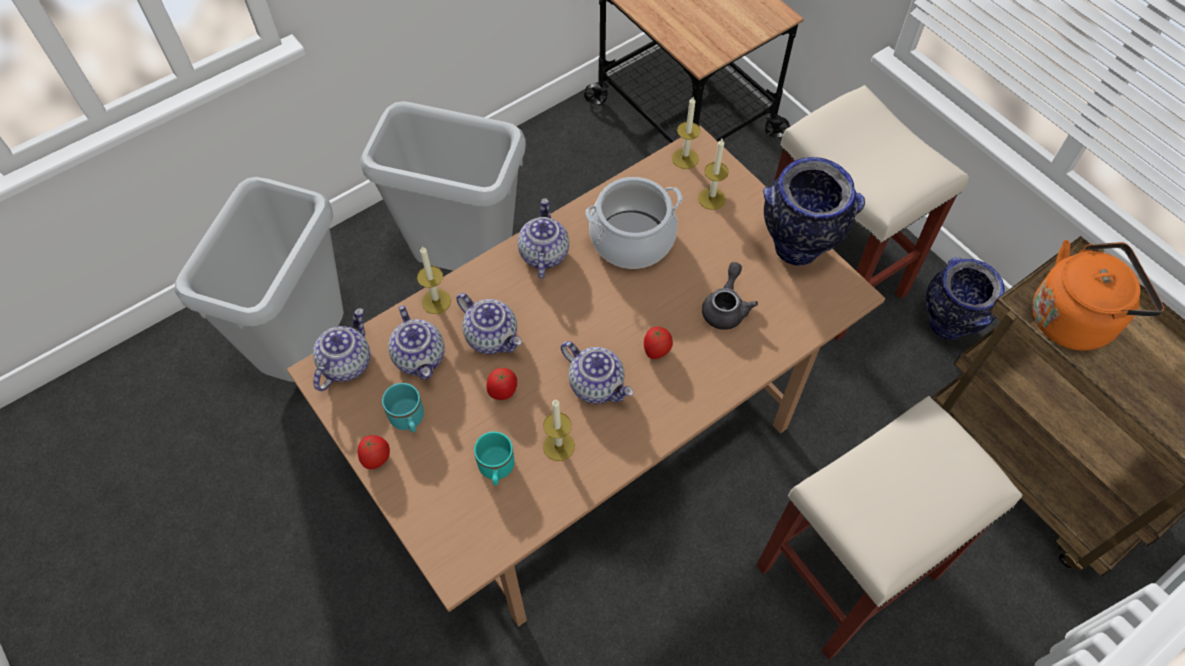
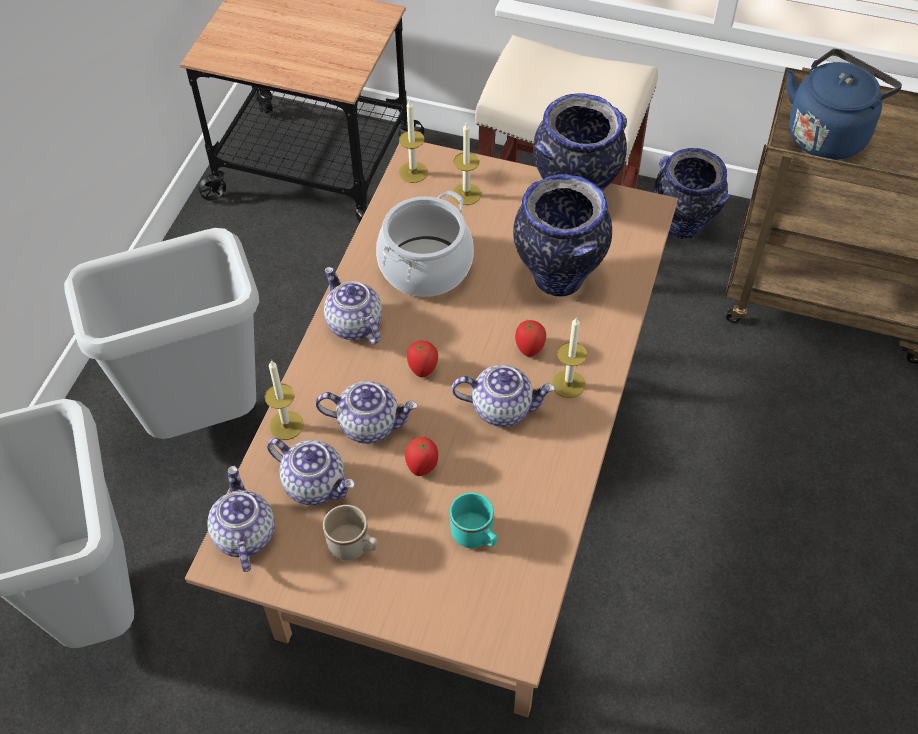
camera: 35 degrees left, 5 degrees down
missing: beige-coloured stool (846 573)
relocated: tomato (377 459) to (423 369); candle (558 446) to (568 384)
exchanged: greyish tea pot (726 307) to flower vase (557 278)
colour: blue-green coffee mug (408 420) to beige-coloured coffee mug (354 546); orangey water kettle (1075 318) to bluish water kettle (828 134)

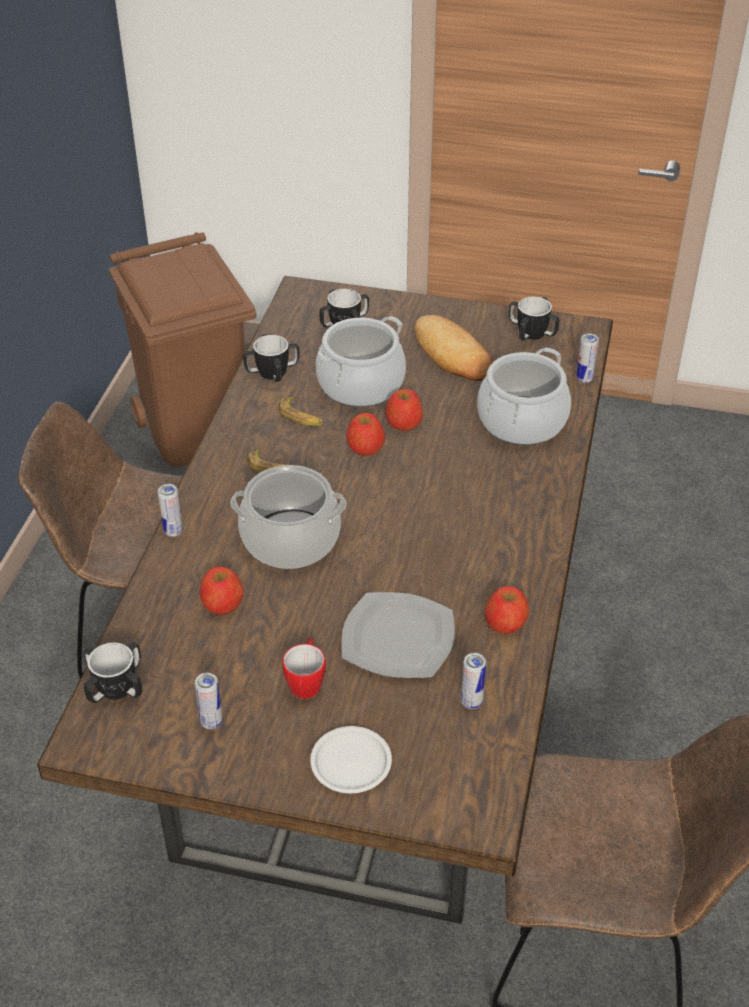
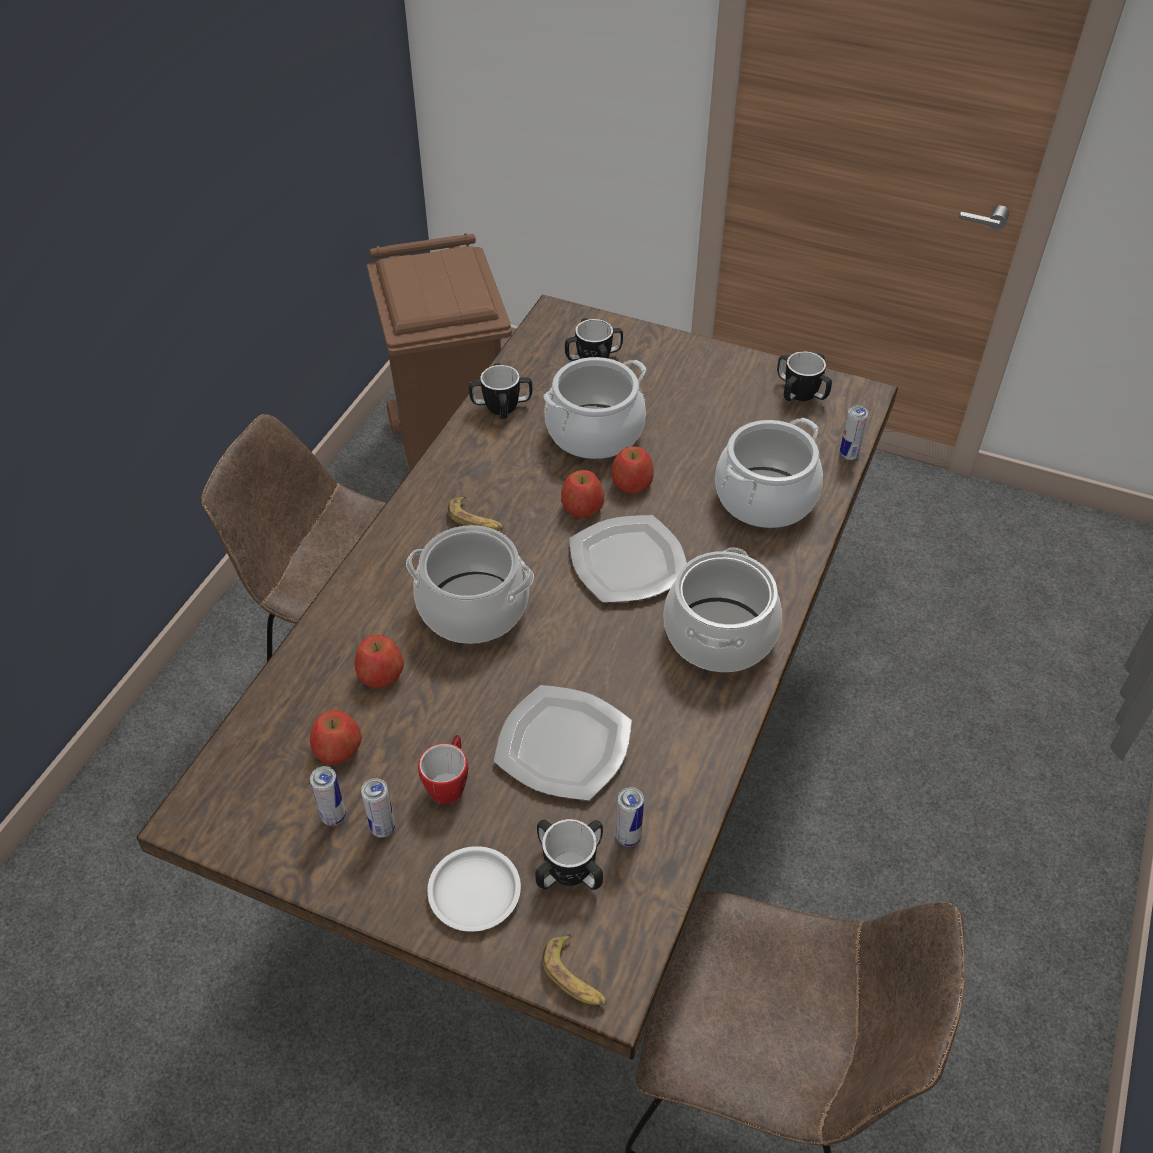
camera: 10 degrees right, 5 degrees up
missing: baked bread (452 354)
appeared: flat dish (627 563); cooking pot (719 634)
relocated: coffee mug (116 687) to (569 868); can (173 531) to (383 828); banana (301 417) to (575 977); whole apple (505 622) to (337 749)

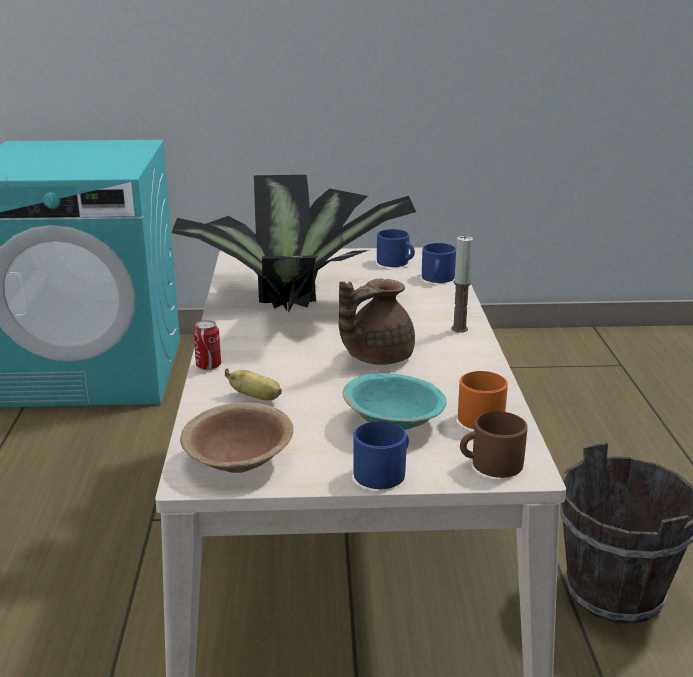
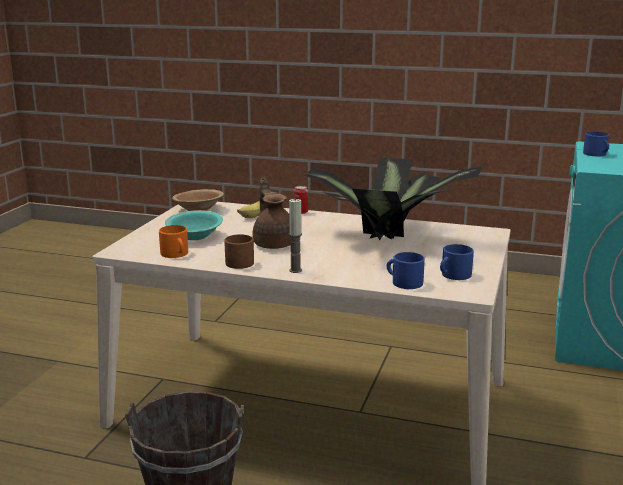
camera: 110 degrees right, 5 degrees down
relocated: bluish coffee mug (384 472) to (596 154); brown-coloured coffee mug (490 464) to (241 262)

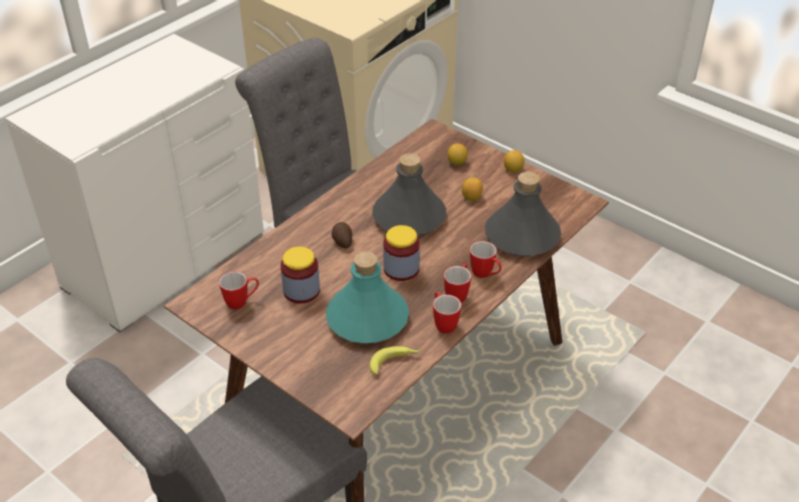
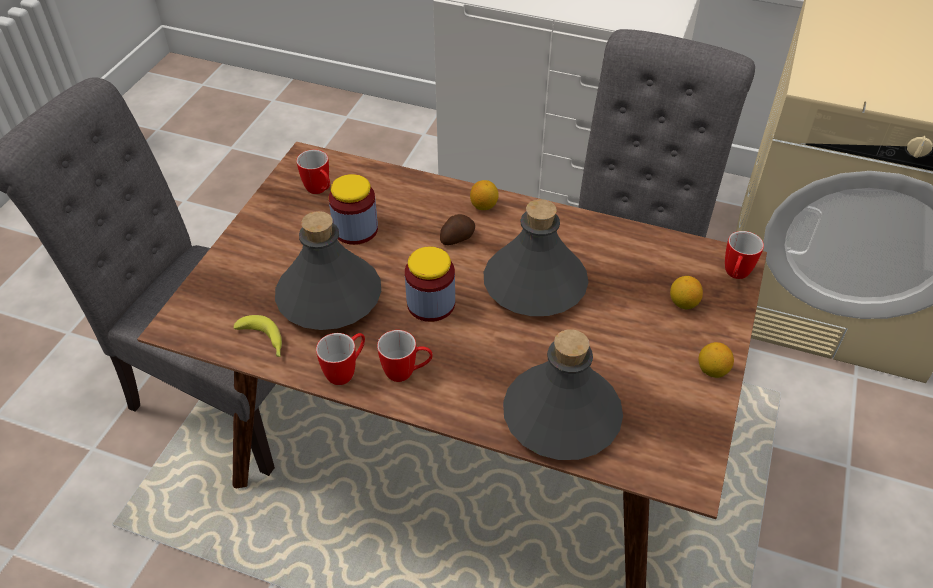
camera: 70 degrees right, 5 degrees up
relocated: citrus fruit (471 197) to (484 206); coffee mug (485 275) to (735 276)
colour: blue-green bottle (366 318) to greyish bottle (329 297)

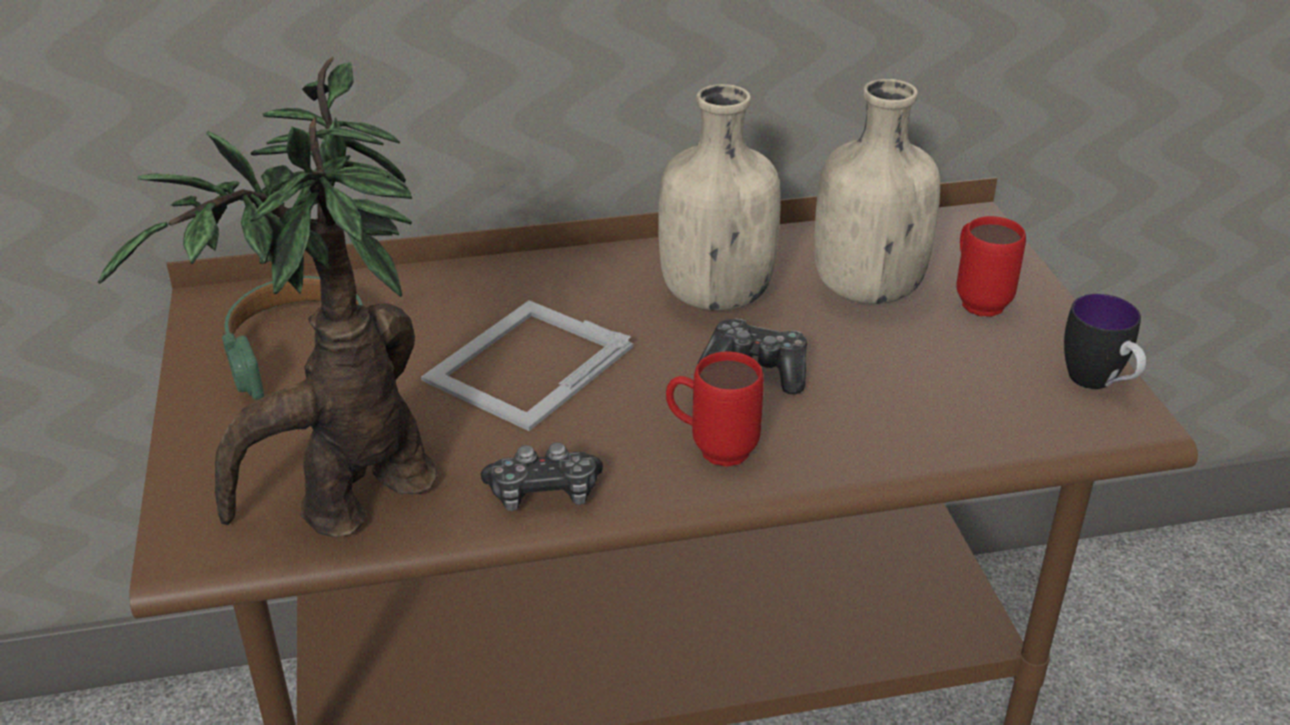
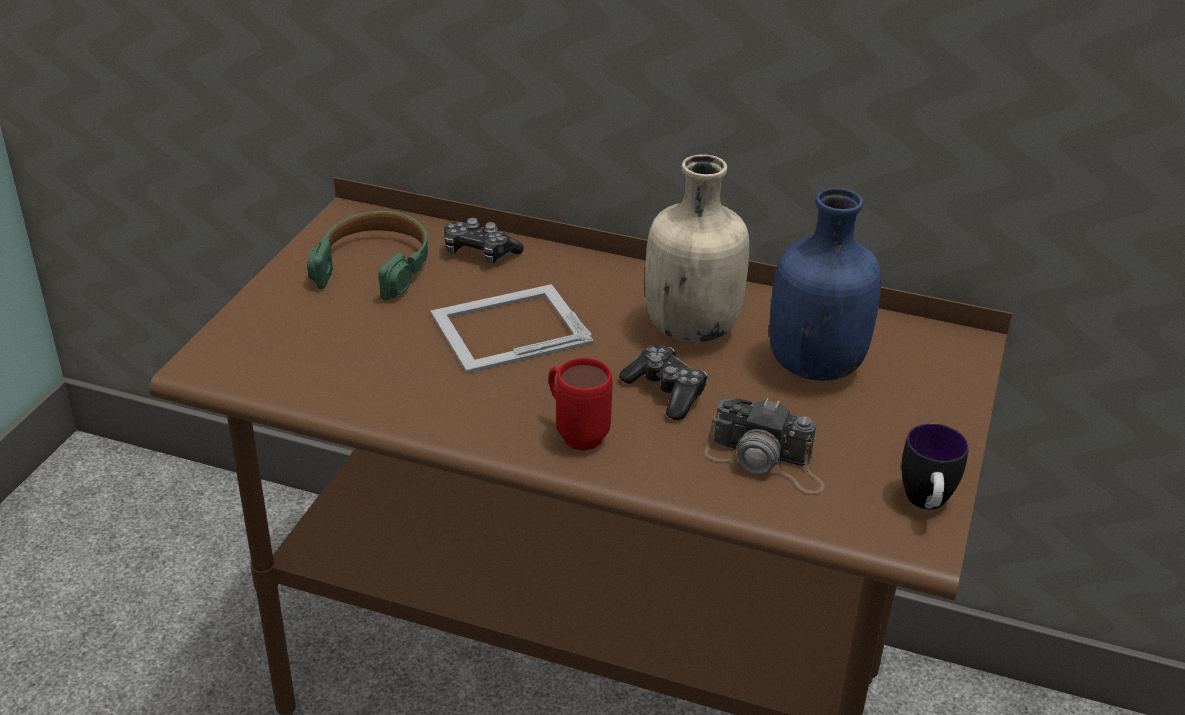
camera: 30 degrees right, 0 degrees up
missing: houseplant (347 502); reddish coffee mug (976 299)
appeared: photo camera (766 461)
relocated: game controller (544 492) to (479 253)
colour: beige-coloured bottle (865 289) to bluish bottle (814 364)

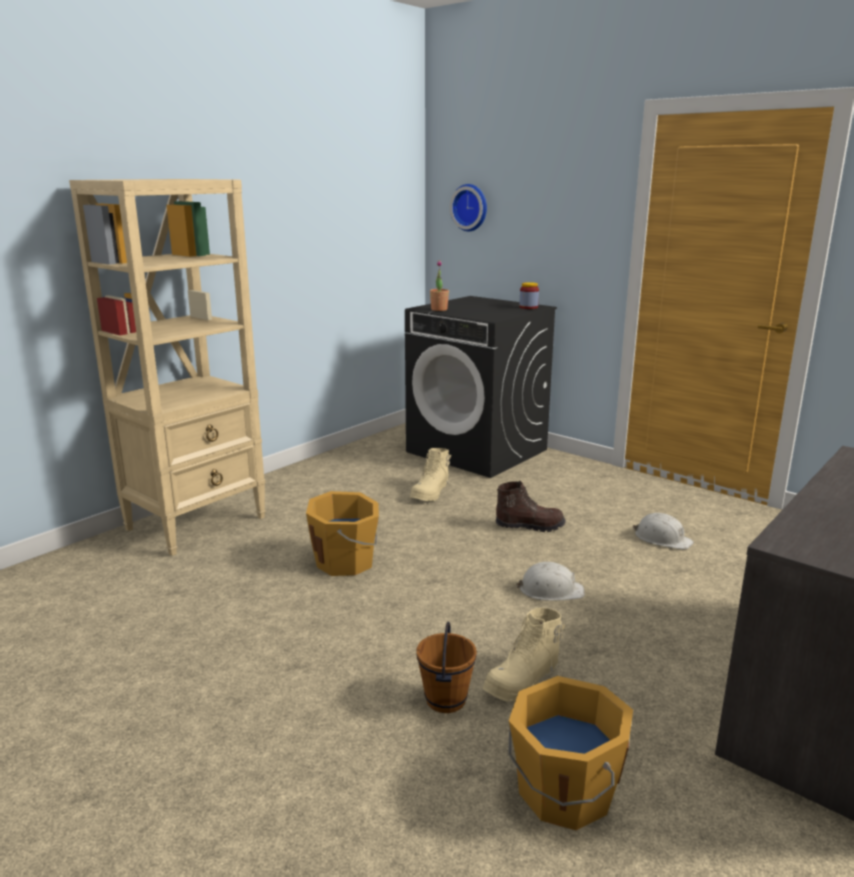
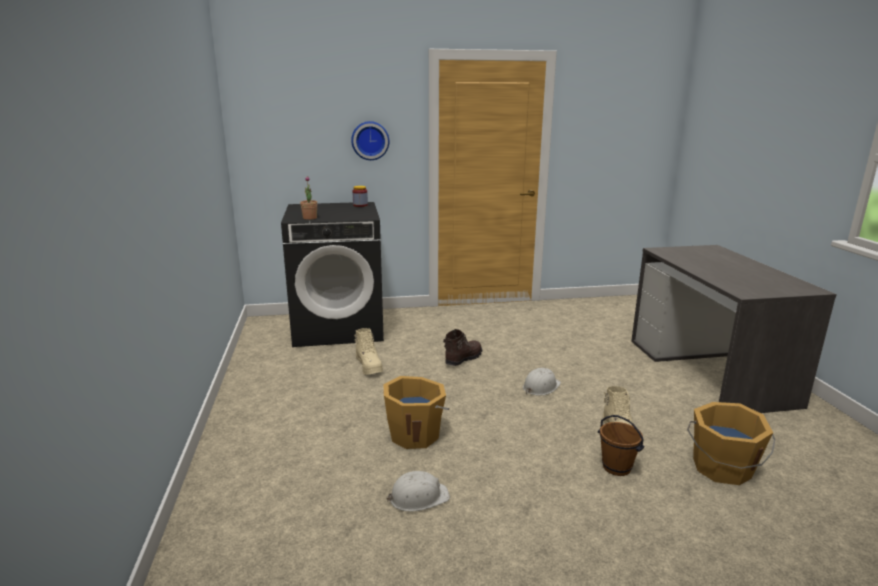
camera: 50 degrees left, 0 degrees up
missing: beige-coloured bookshelf (197 523)
relocated: wall clock (470 207) to (370 140); white work helmet (662 539) to (418 497)

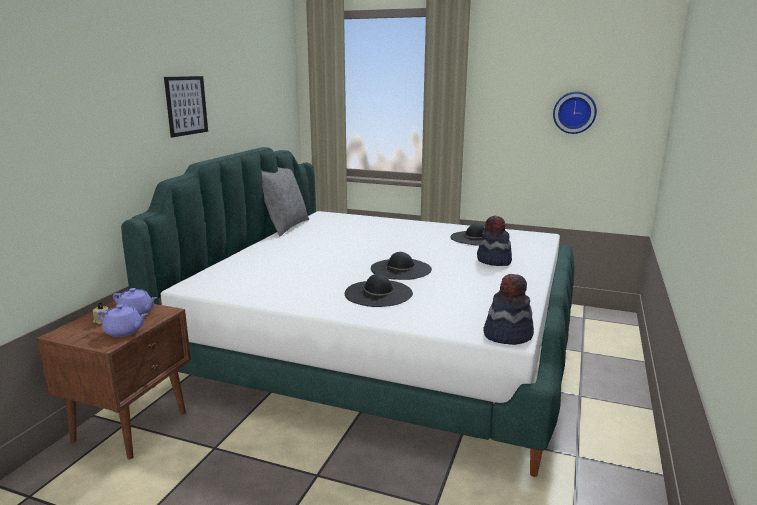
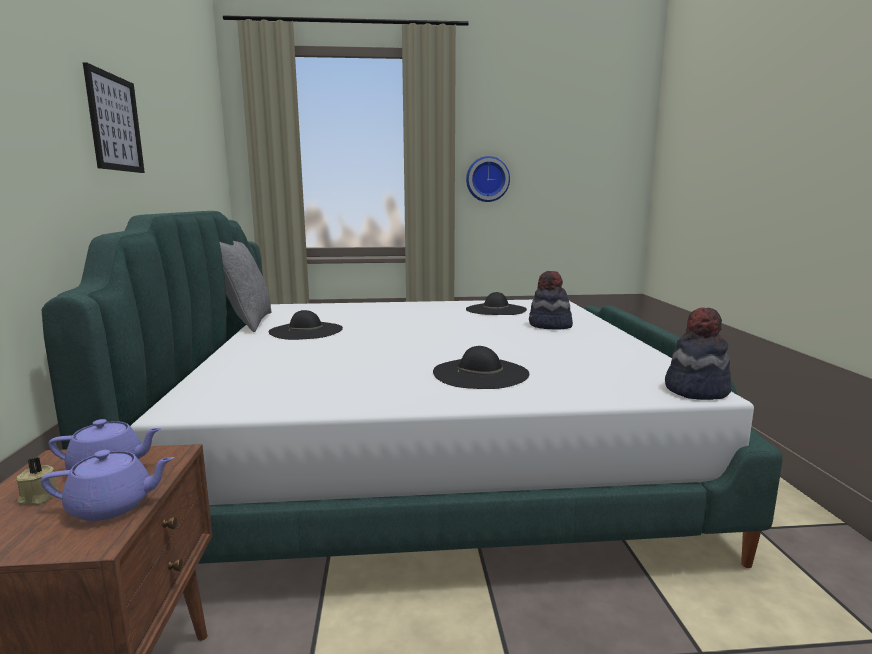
camera: 25 degrees left, 5 degrees down
relocated: blackish wearable hat (401 269) to (306 331); wall clock (574 112) to (487 179)

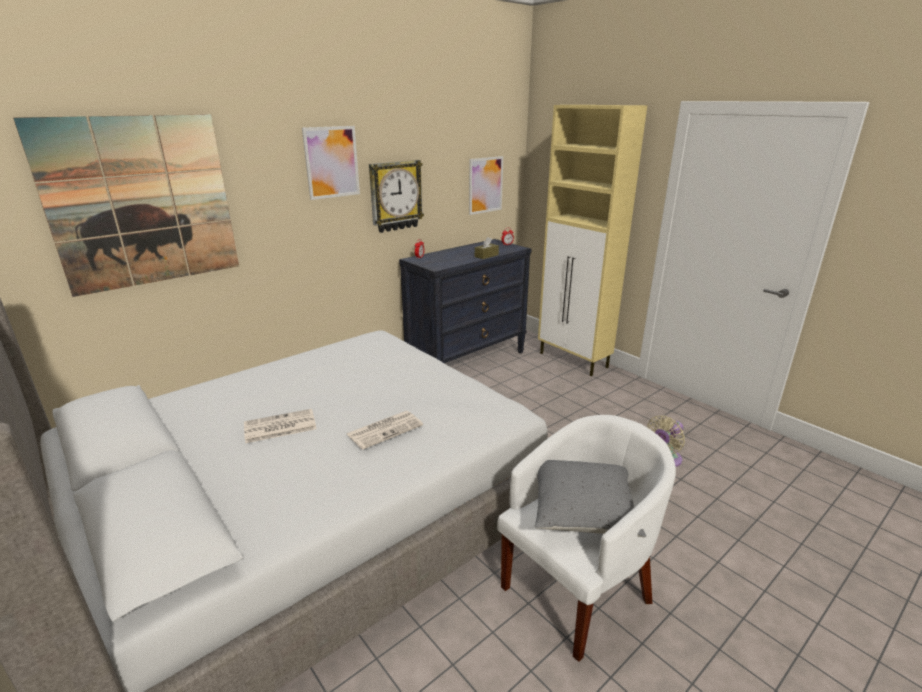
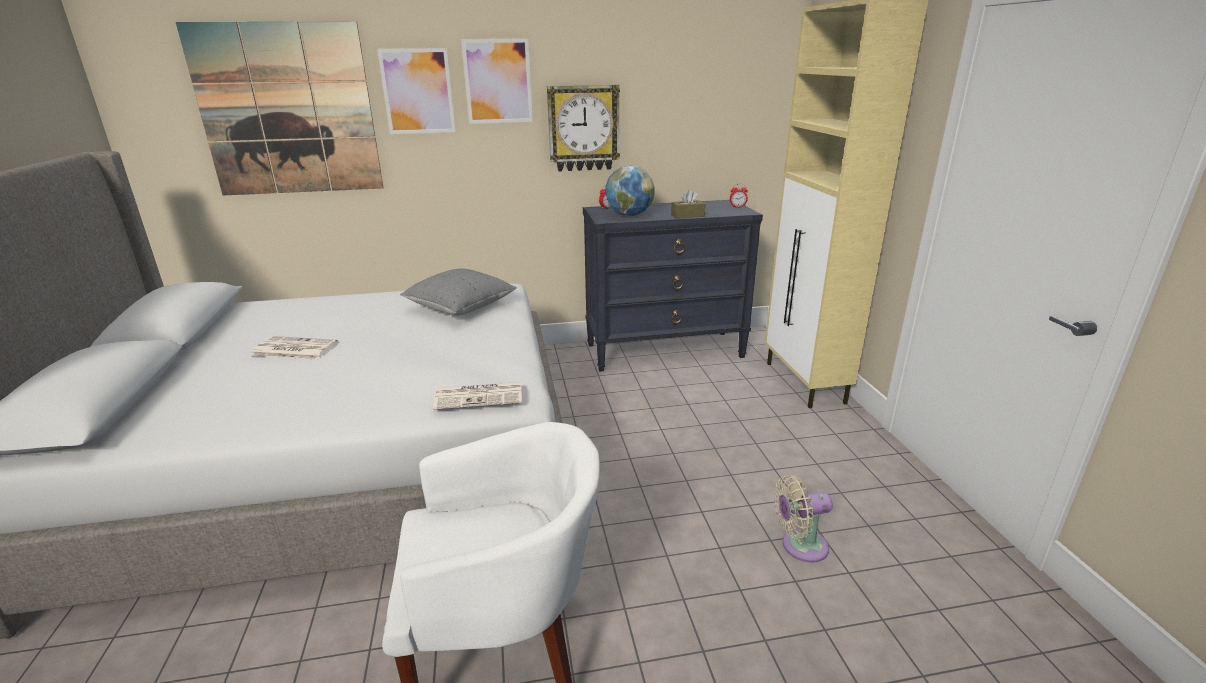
camera: 30 degrees right, 0 degrees up
appeared: globe (629 215)
relocated: daily paper (385 429) to (480 396); picture (485 185) to (418 91); greyish pillow (582 512) to (461 308)

